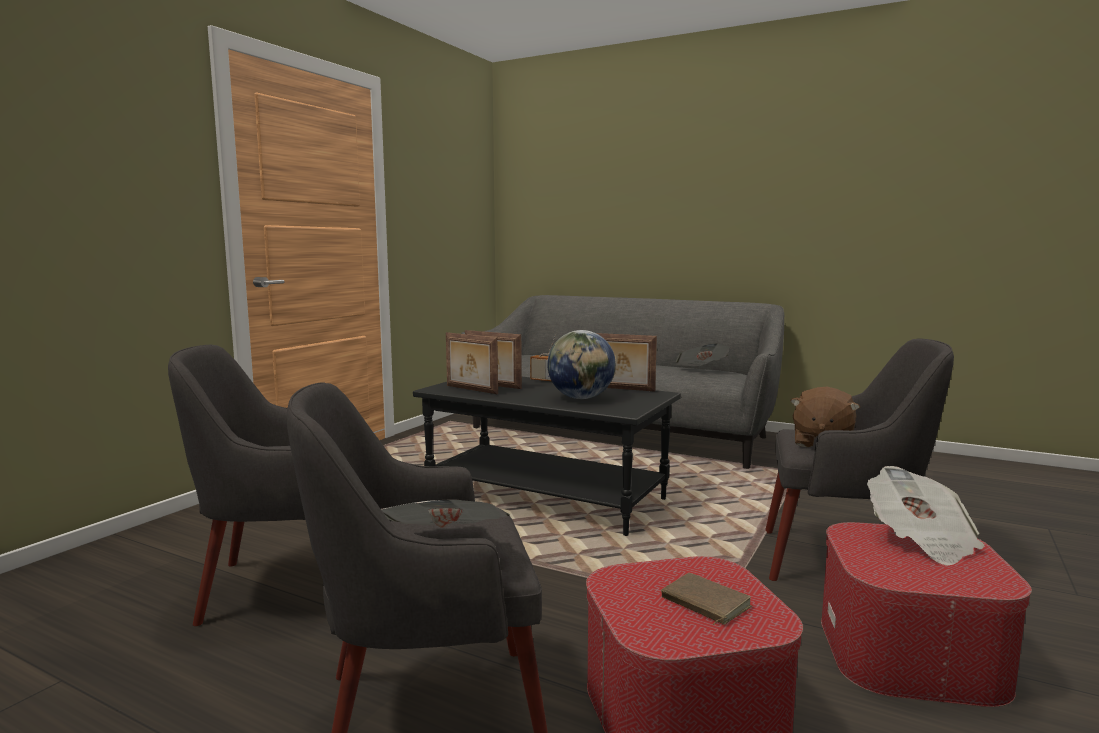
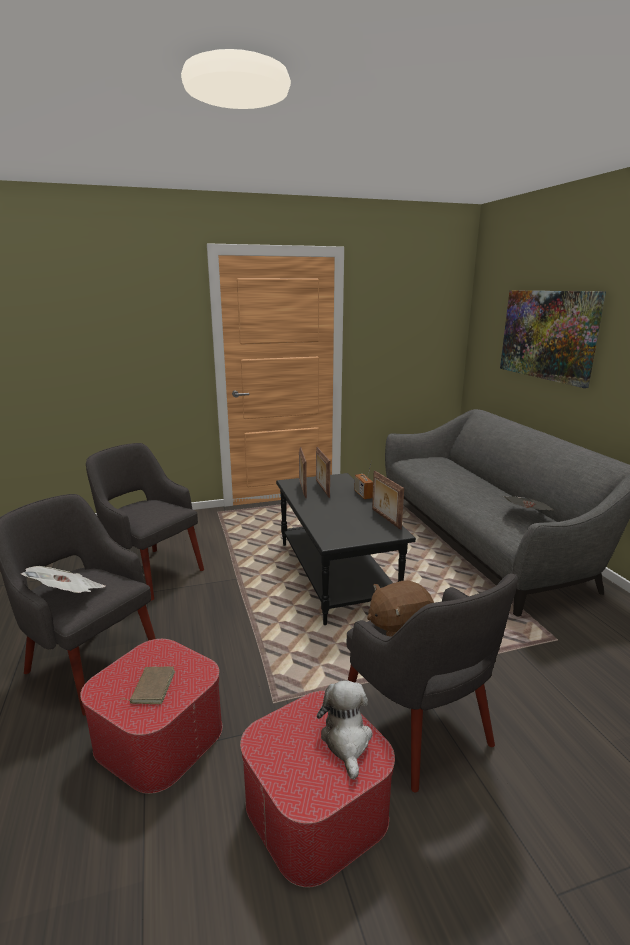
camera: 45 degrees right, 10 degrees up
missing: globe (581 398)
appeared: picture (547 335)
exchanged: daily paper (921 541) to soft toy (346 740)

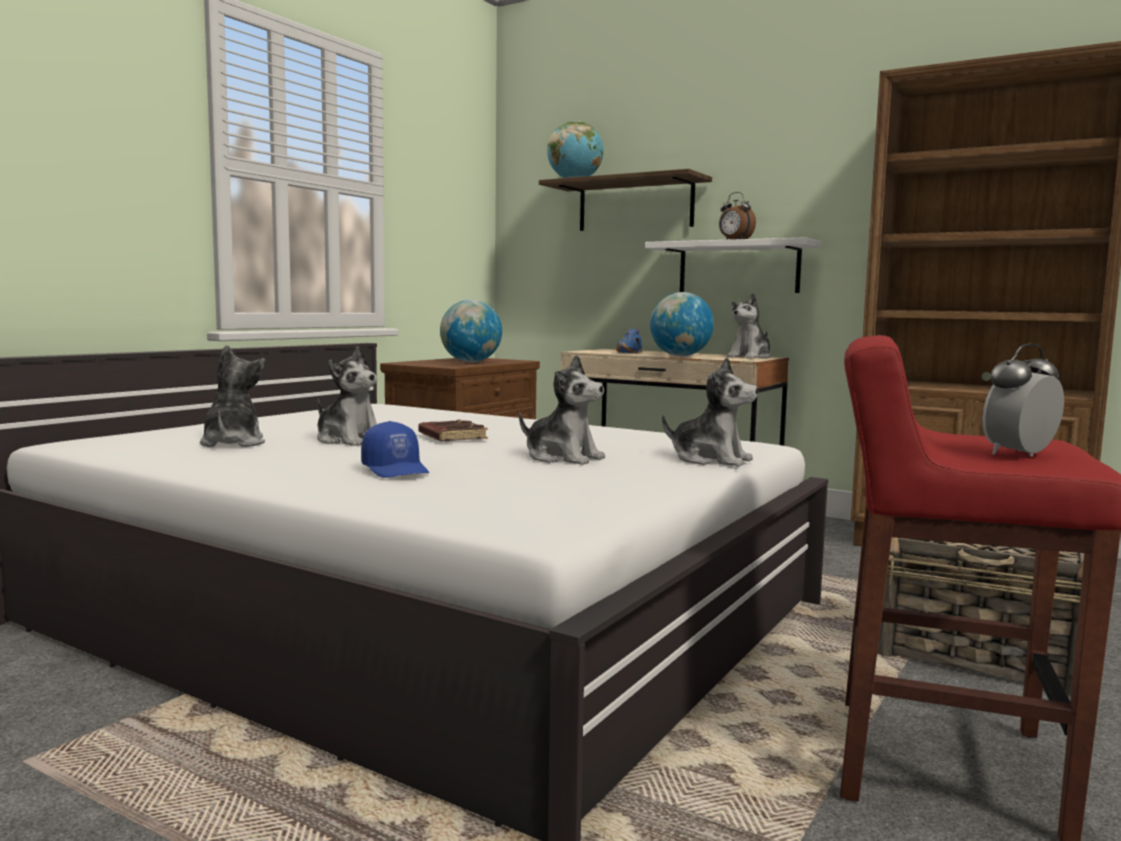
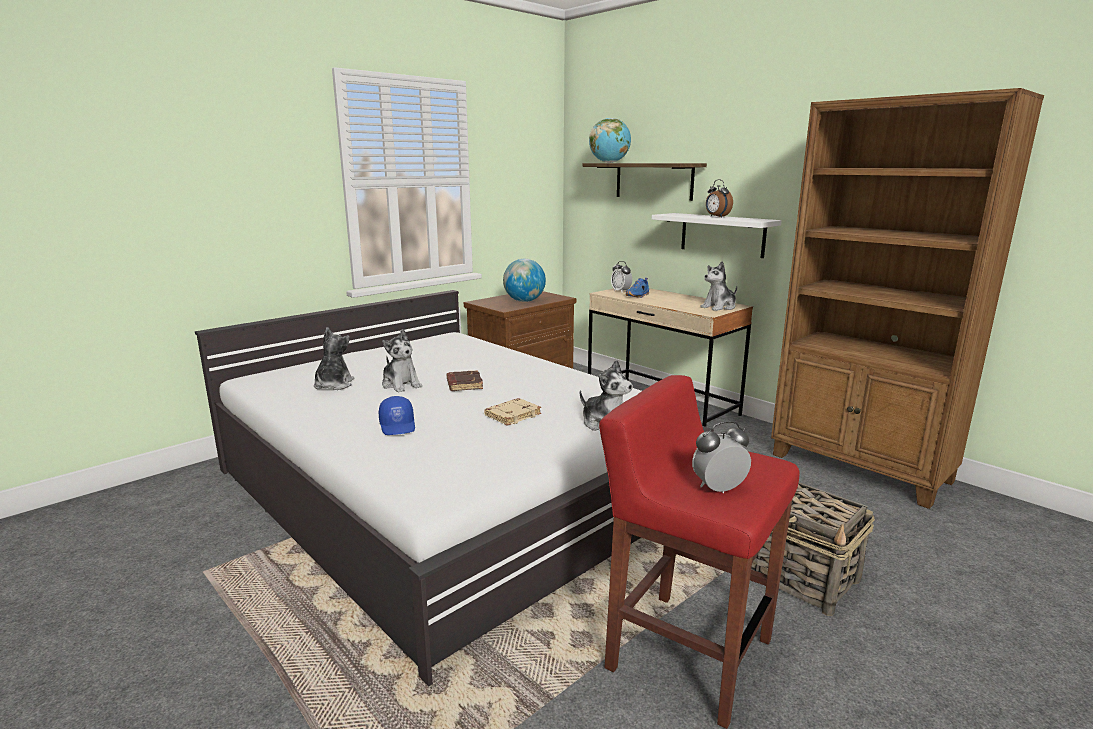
camera: 15 degrees right, 10 degrees up
missing: globe (680 356)
appeared: table clock (621 291)
exchanged: soft toy (563 458) to beige-coloured book (512 415)

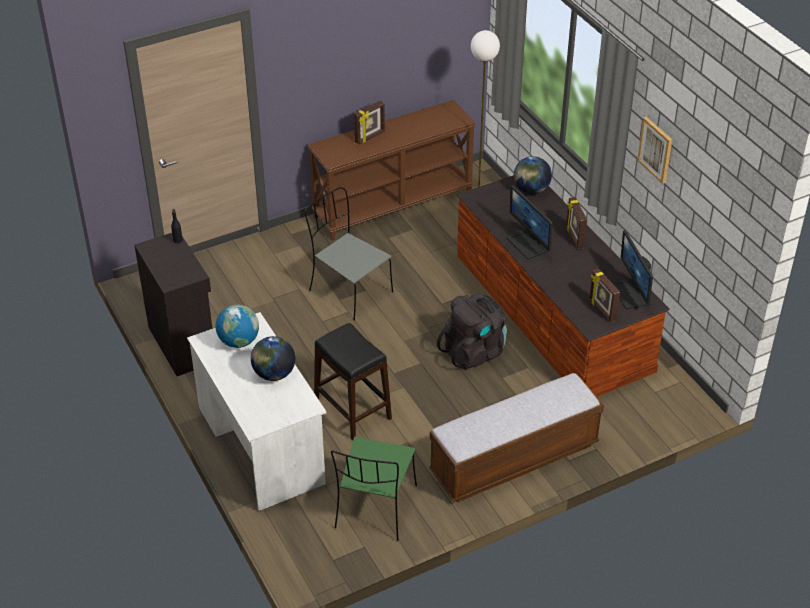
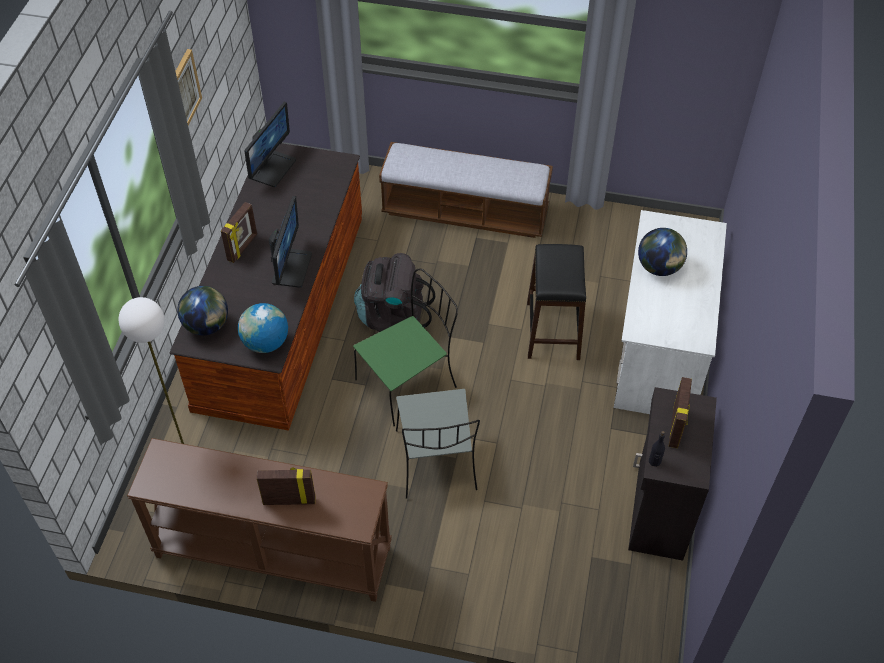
camera: 140 degrees left, 10 degrees up
relocated: globe (239 341) to (265 343); greenish plain chair (375 508) to (408 382); photo frame (601 310) to (676 427)

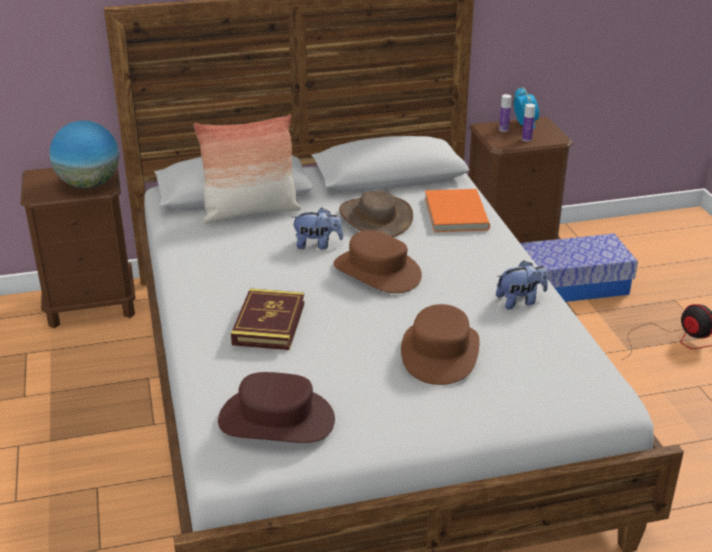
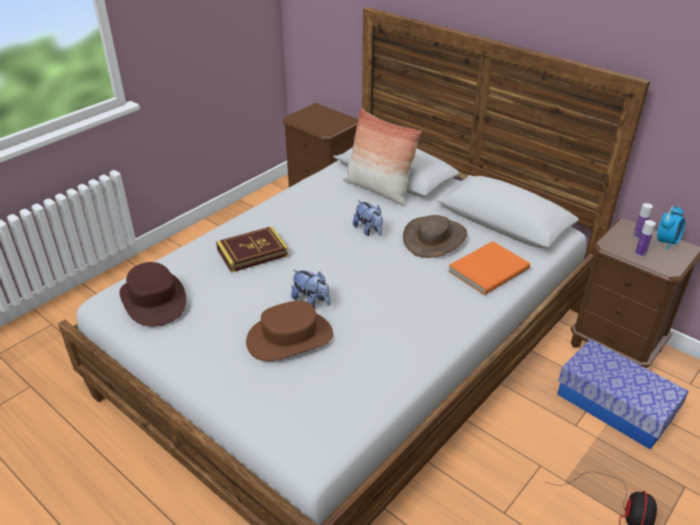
camera: 55 degrees right, 5 degrees up
missing: globe (89 184); brown-coloured wearable hat (377 271)
relocated: soft toy (520 301) to (311 301)

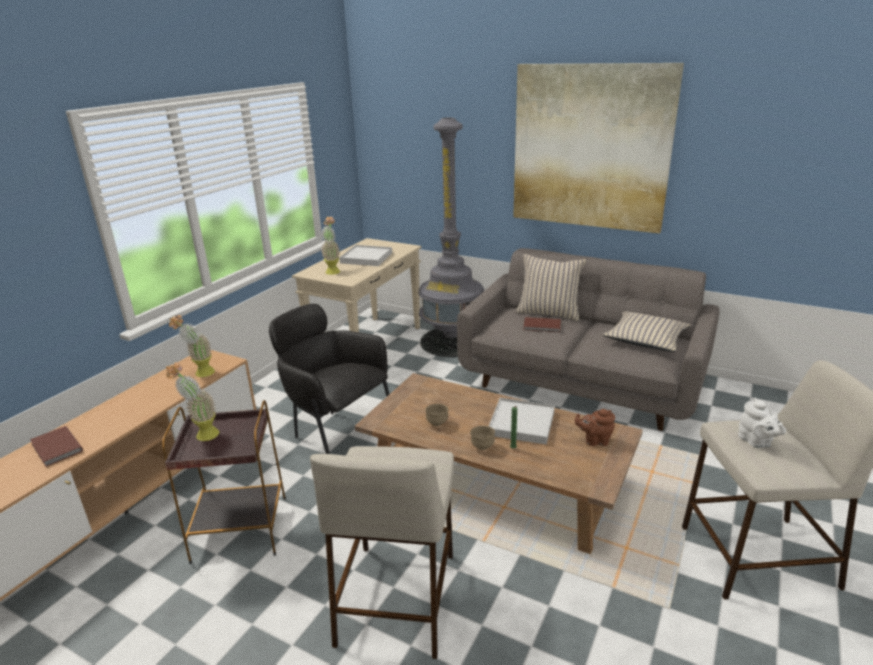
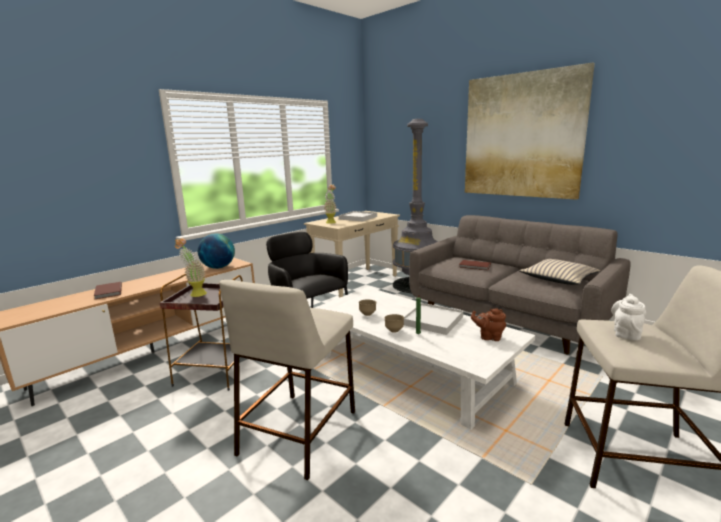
camera: 15 degrees right, 10 degrees down
missing: beige-coloured pillow (548 313)
exchanged: houseplant (200 374) to globe (218 267)
colour: brown-coloured low table (496 480) to white low table (412 368)
spun: white tea pot (756 442) = (626 333) 150 degrees counterclockwise

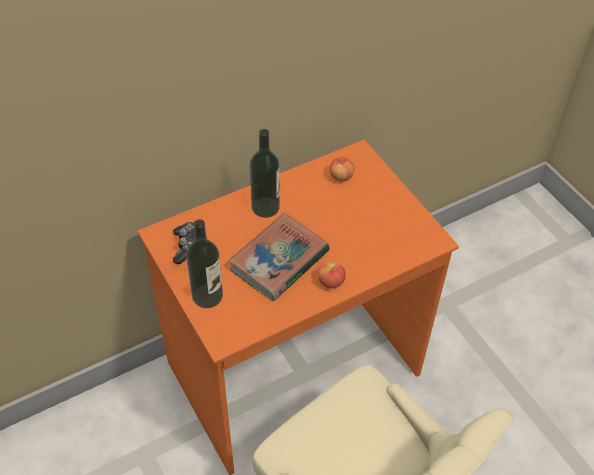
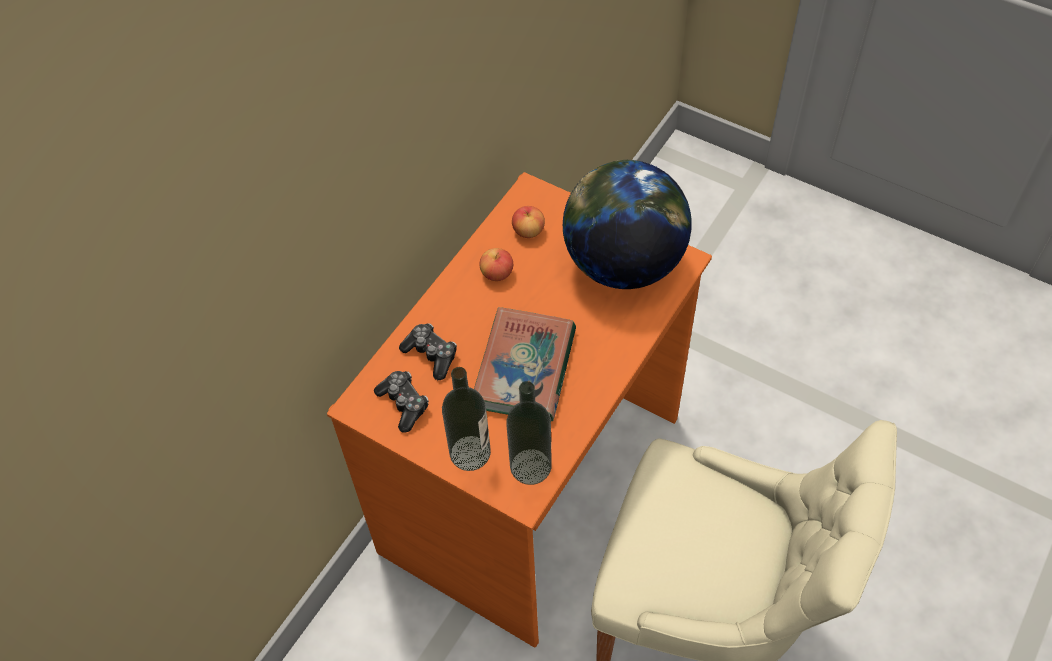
camera: 25 degrees left, 5 degrees up
appeared: game controller (431 355); globe (623 264)
relocated: bottle (265 207) to (530 466); whole apple (331 282) to (497 273)

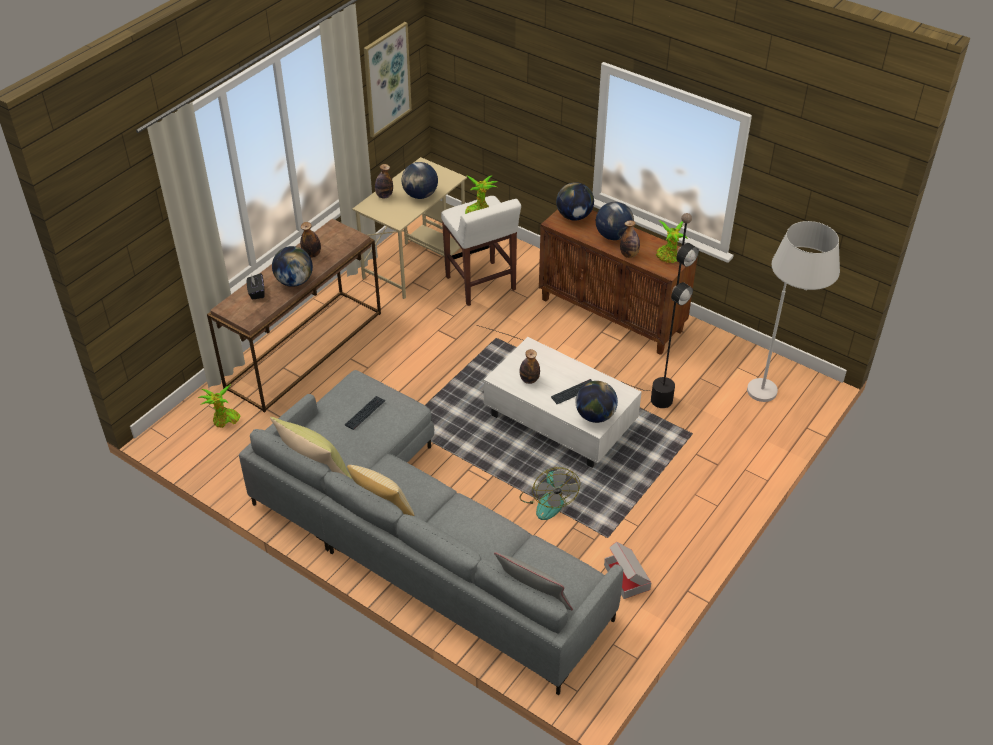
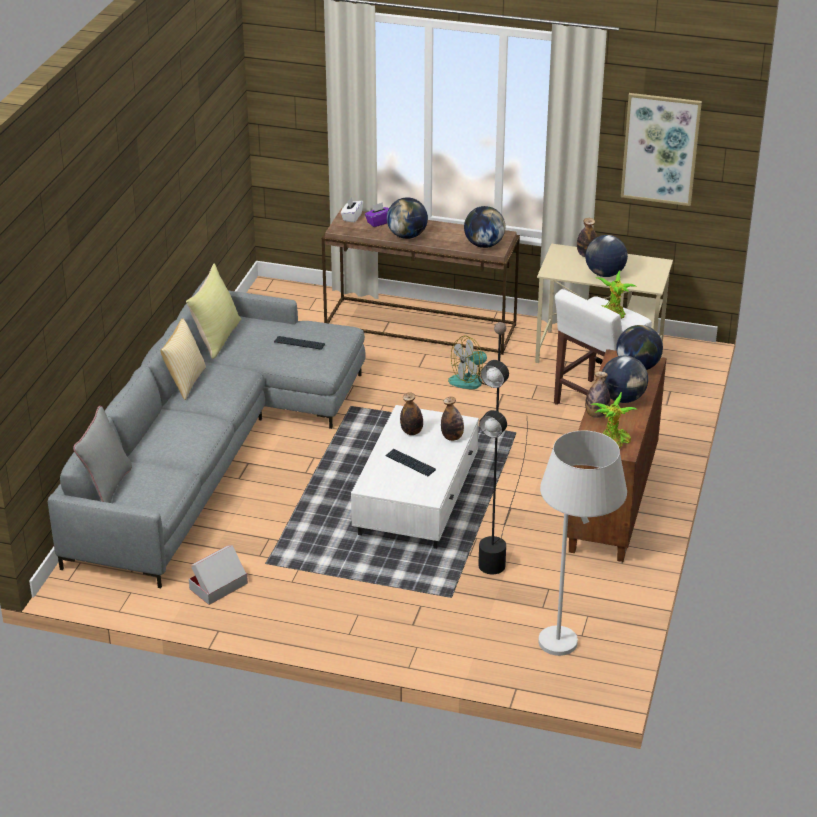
camera: 70 degrees right, 10 degrees down
missing: houseplant (224 420)
appeared: white tissue holder (352 217)
relocated: bottle (312 254) to (452 437); cooling fan (547 500) to (472 380); globe (595 416) to (484 245)
colour: blackish tissue holder (256 292) to purple-coloured tissue holder (379 222)

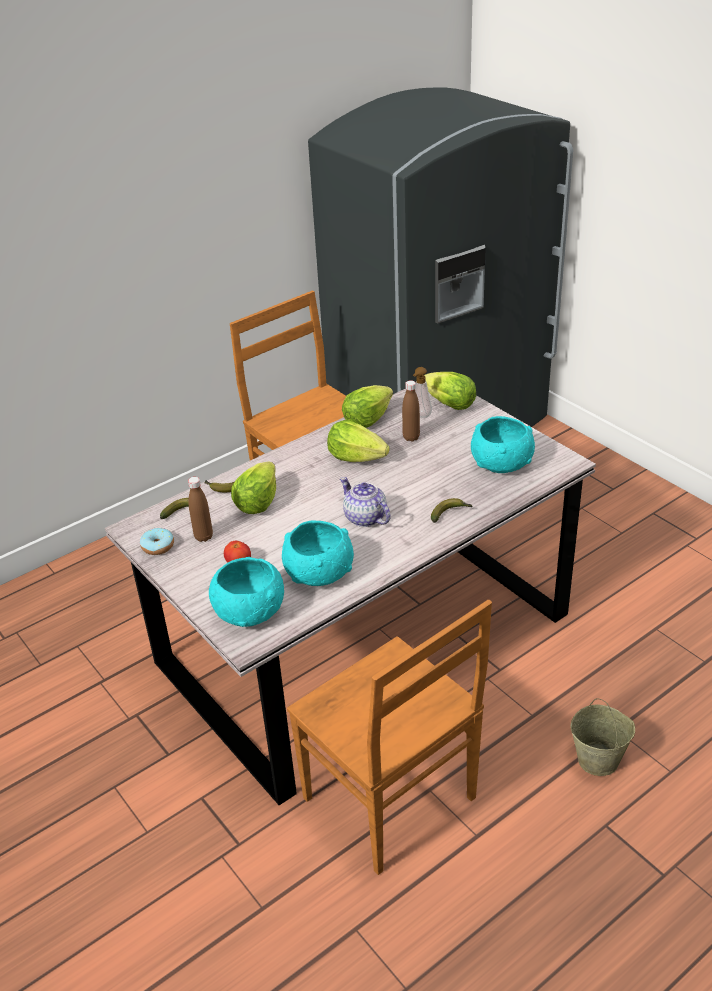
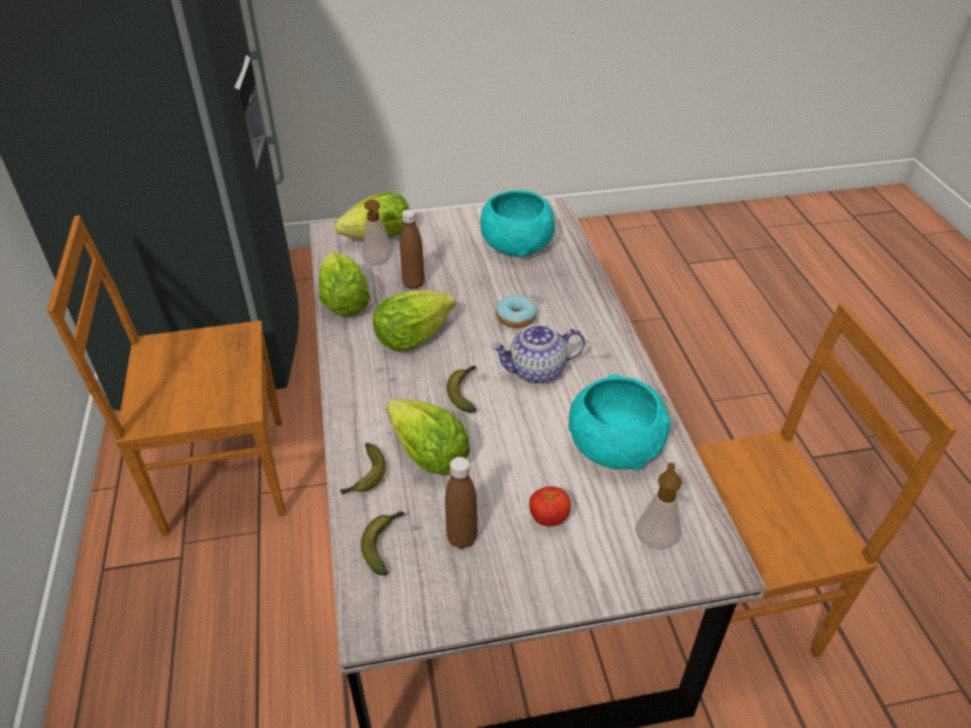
camera: 65 degrees left, 5 degrees up
missing: beige-coloured pail (598 760)
relocated: ring doughnut (158 546) to (516 318); banana (450 513) to (465 392)
exchanged: blue-green serving bowl (249 610) to soap bottle (656 538)

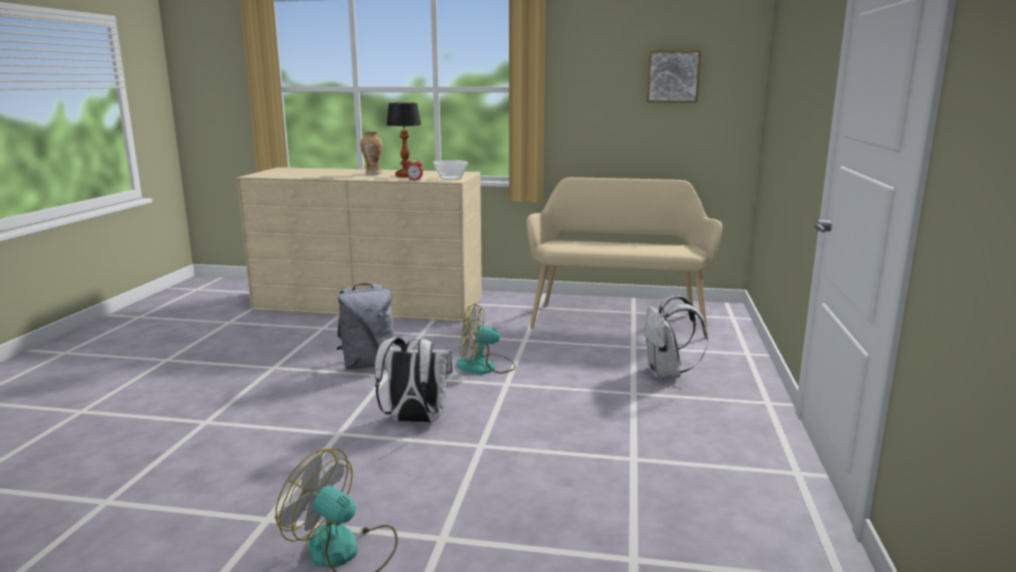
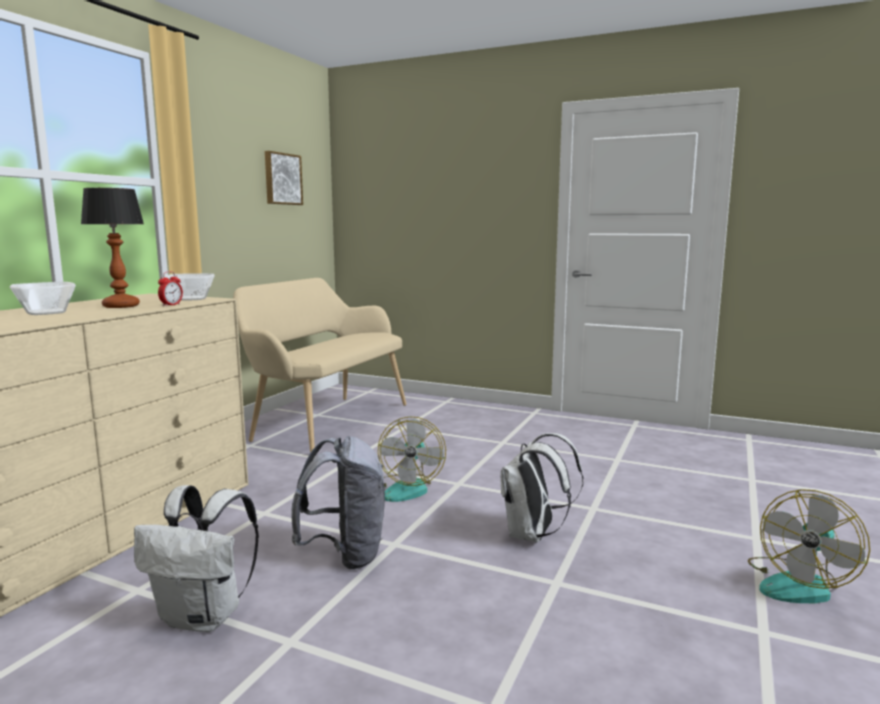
camera: 75 degrees left, 5 degrees down
relocated: white knapsack (666 374) to (204 617)
exchanged: flower vase (373 173) to serving bowl (45 312)

